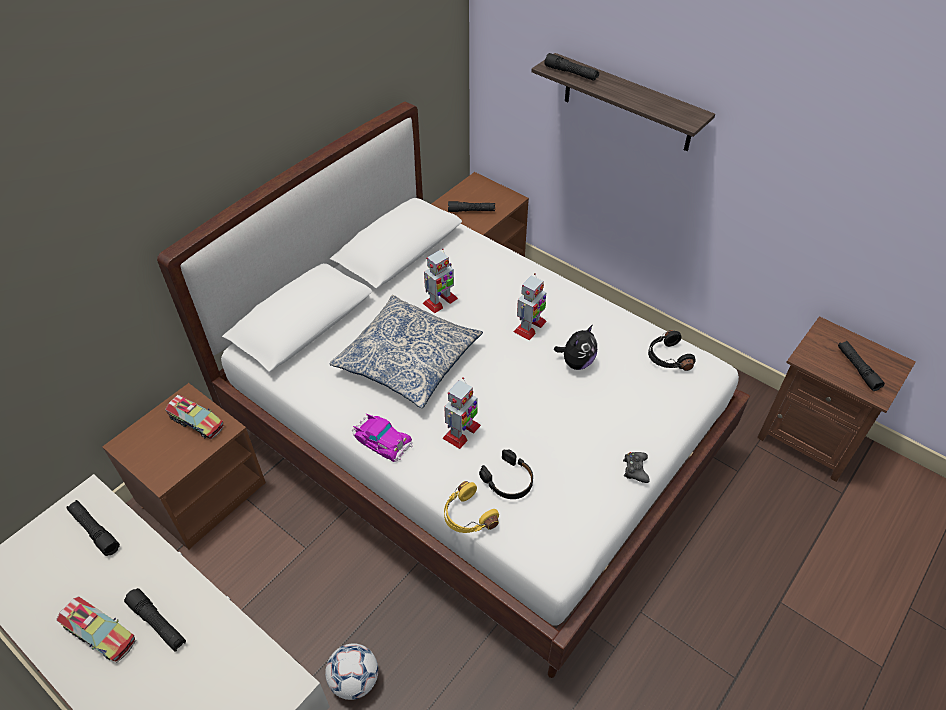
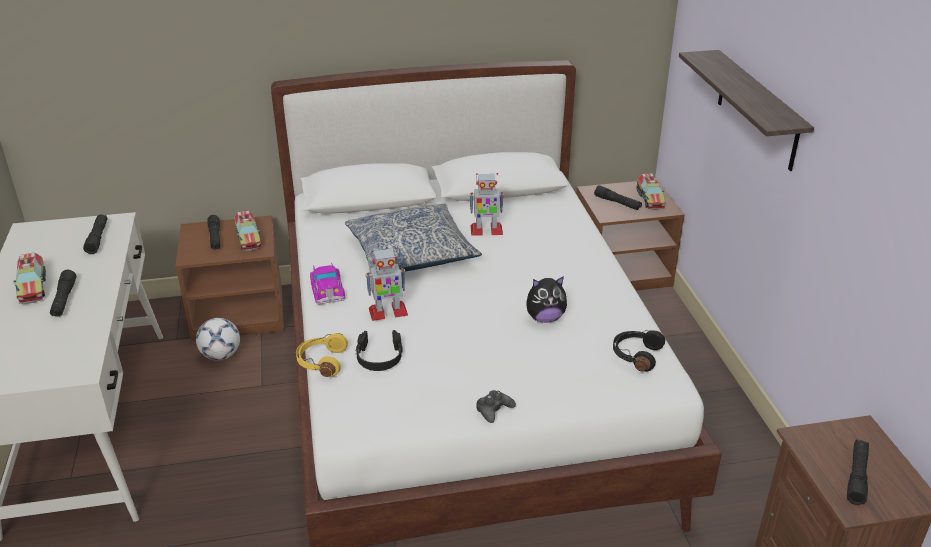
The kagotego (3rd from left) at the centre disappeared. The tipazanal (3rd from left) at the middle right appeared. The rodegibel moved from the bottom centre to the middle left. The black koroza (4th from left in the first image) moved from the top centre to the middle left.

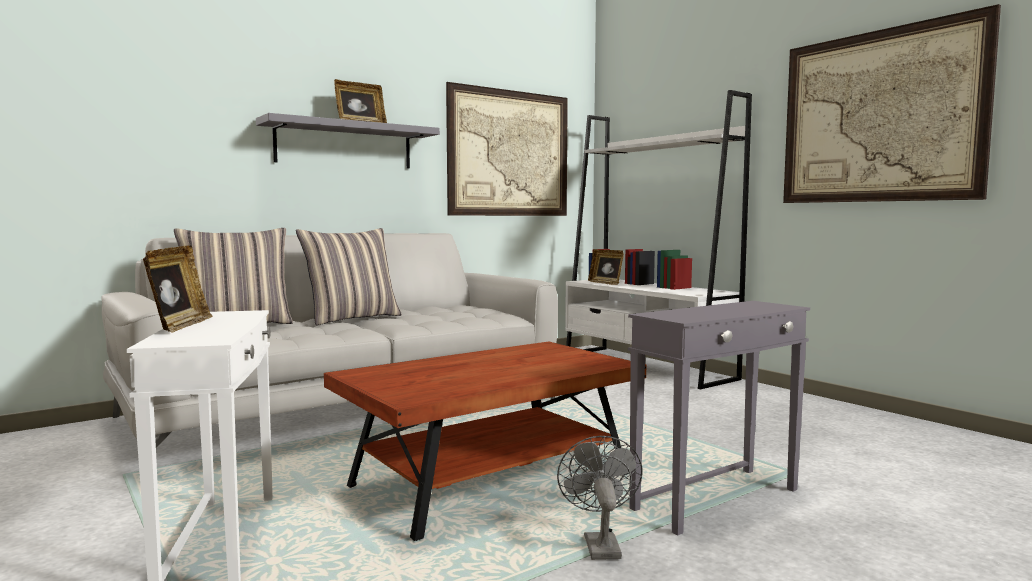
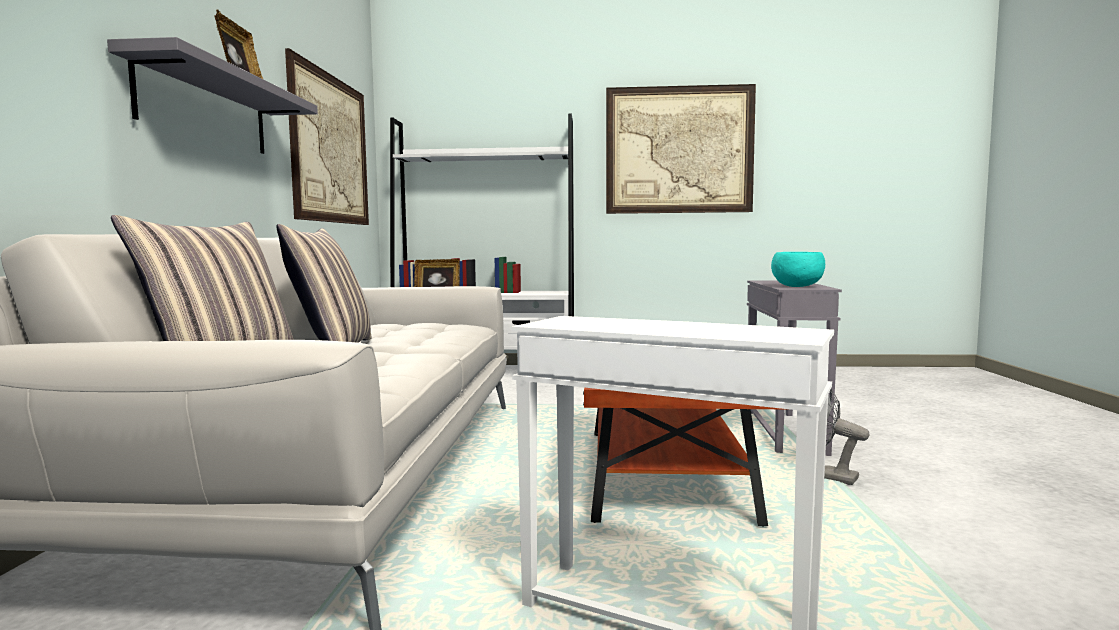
The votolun (1st from left) at the middle left disappeared. The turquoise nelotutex at the middle right appeared.

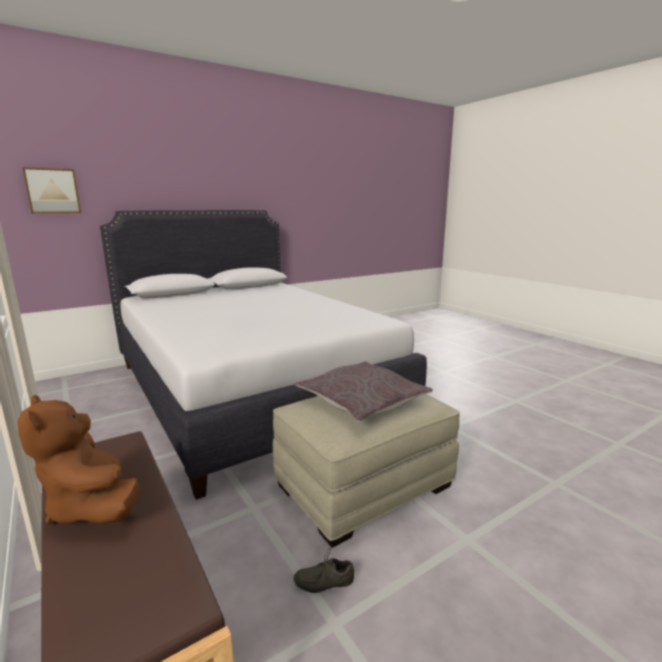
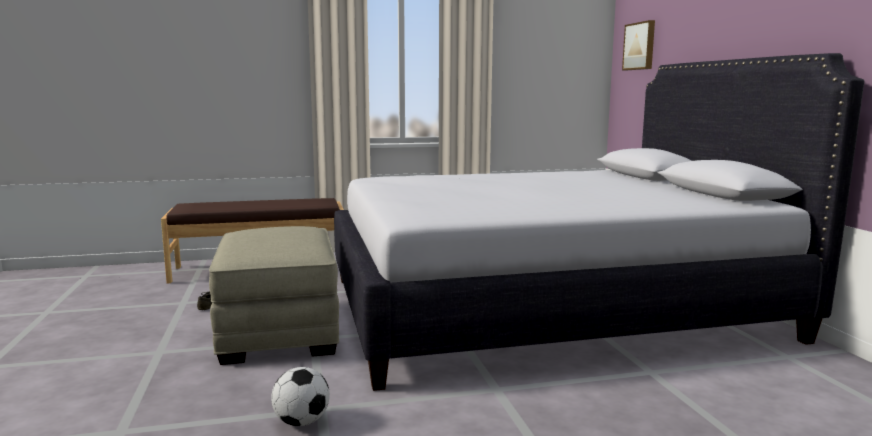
The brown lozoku at the bottom left disappeared. The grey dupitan at the centre disappeared. The rodegibel at the bottom centre appeared.

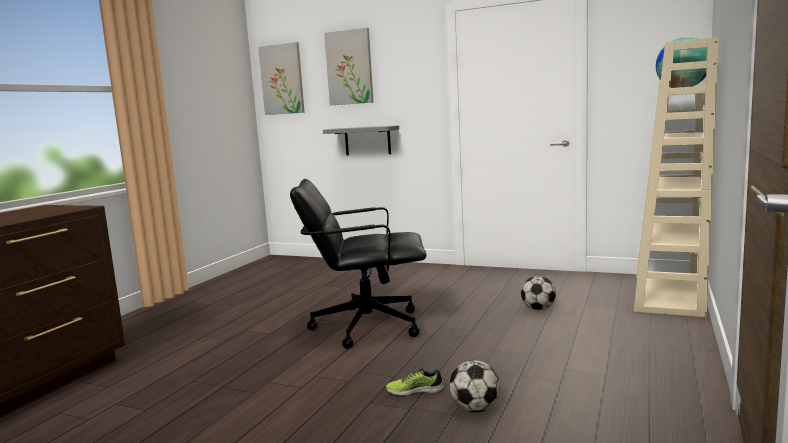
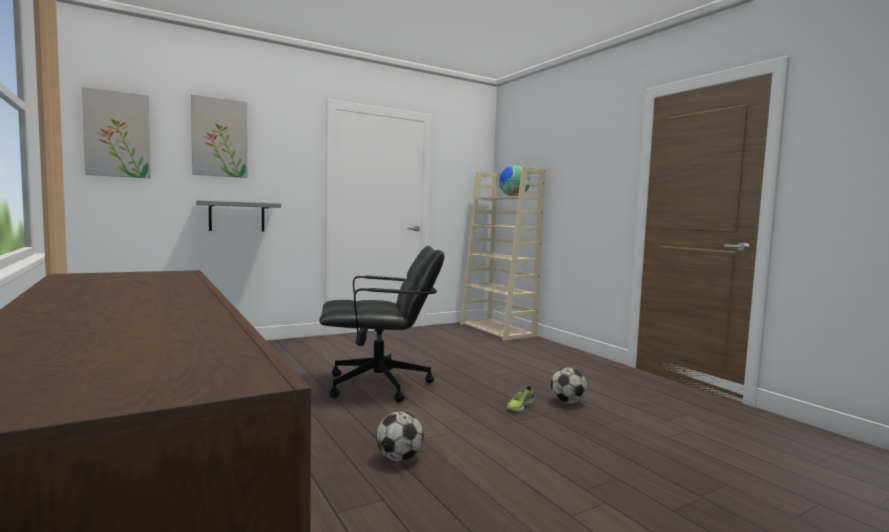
The rodegibel (2nd from left in the first image) moved from the middle right to the bottom centre. The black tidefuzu at the centre turned 135 degrees counterclockwise.

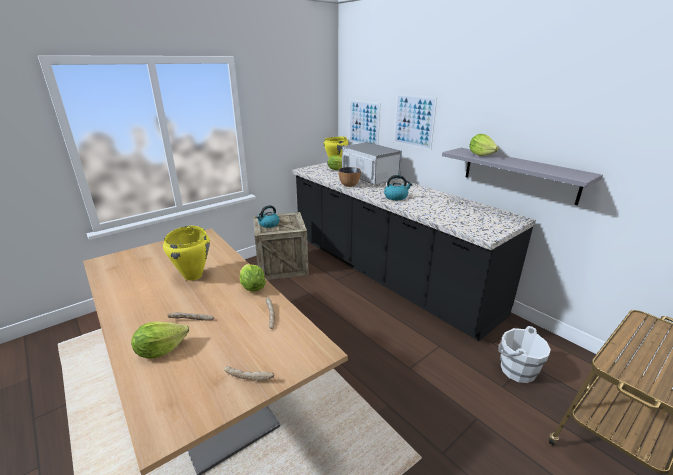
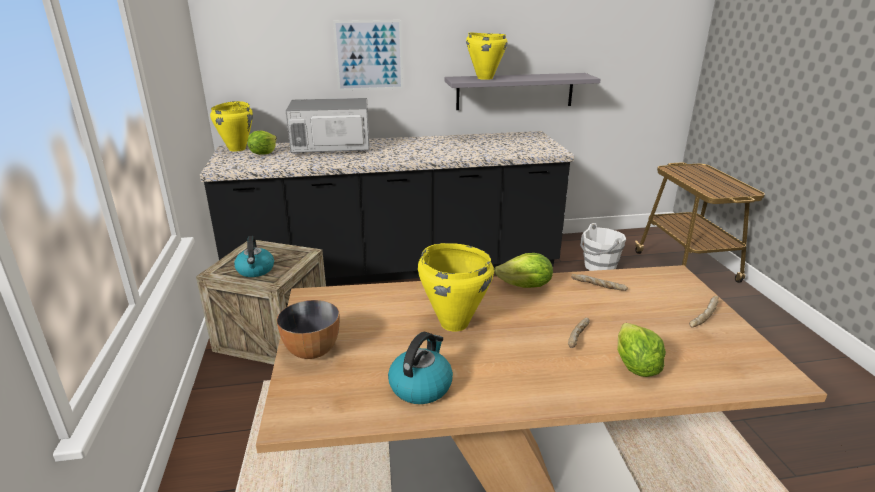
The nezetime (1st from left) at the top centre disappeared. The nelotutex moved from the centre to the bottom centre. The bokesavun (2nd from left) moved from the centre to the bottom centre. The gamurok (4th from left) at the top right was replaced by the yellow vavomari (3rd from left) at the top centre.

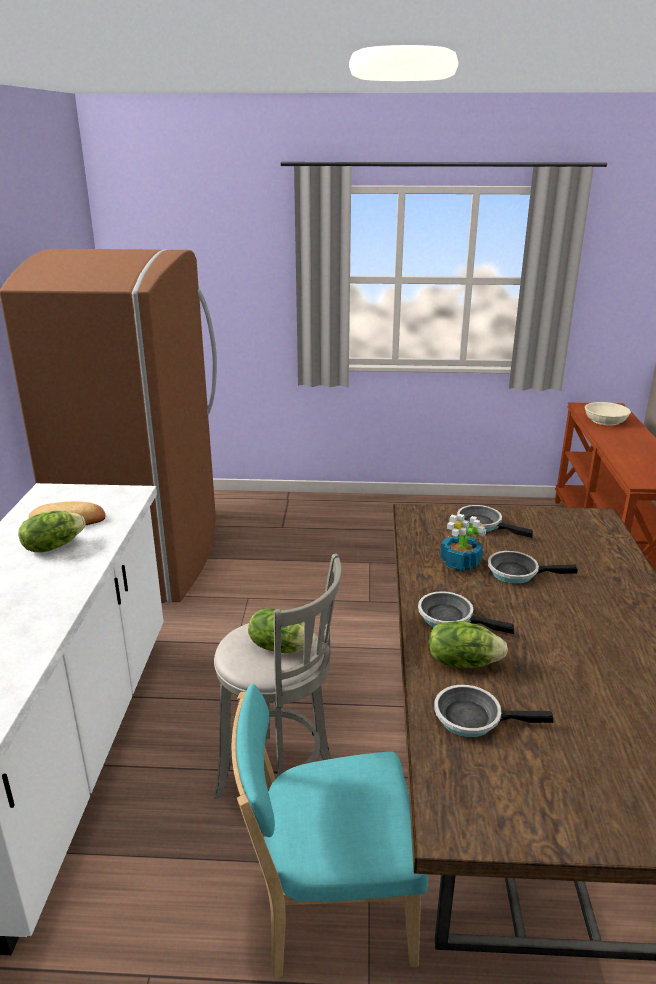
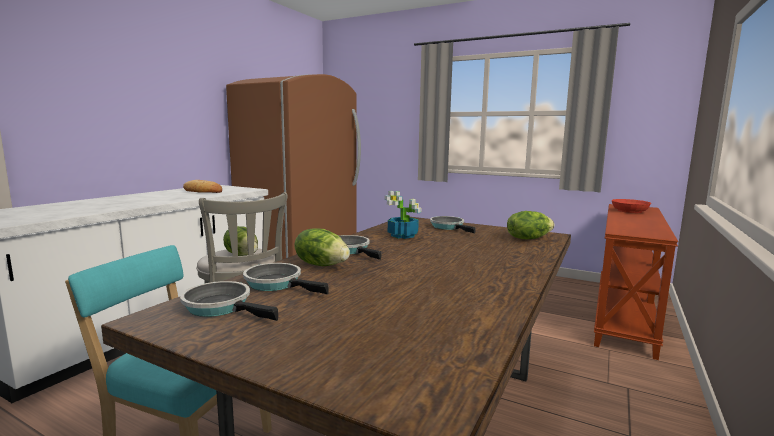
The gamurok (1st from left in the first image) moved from the middle left to the middle right. The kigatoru (4th from left in the first image) moved from the middle right to the bottom left. The beige nelotutex at the middle right became the red nelotutex at the middle right.

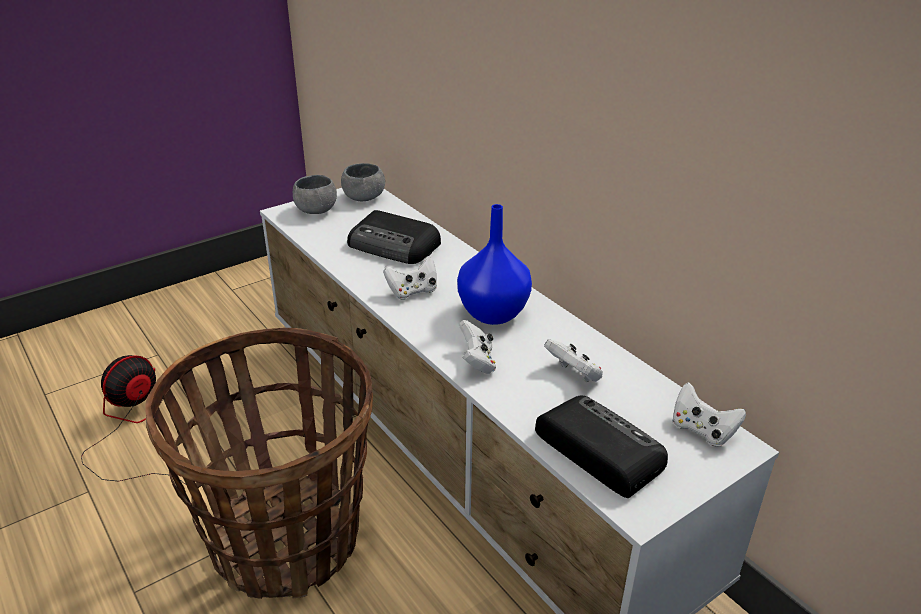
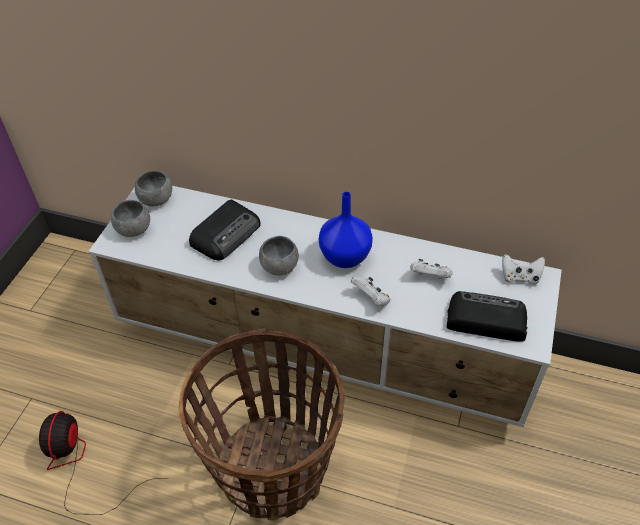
The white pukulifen (1st from left) at the centre was replaced by the grey nelotutex (3rd from left) at the centre. The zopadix (1st from left) at the centre turned 45 degrees counterclockwise.

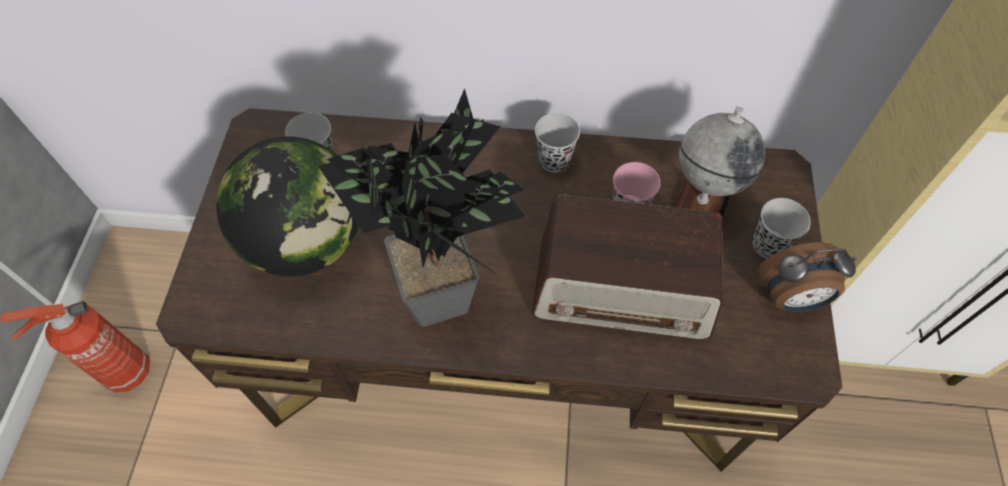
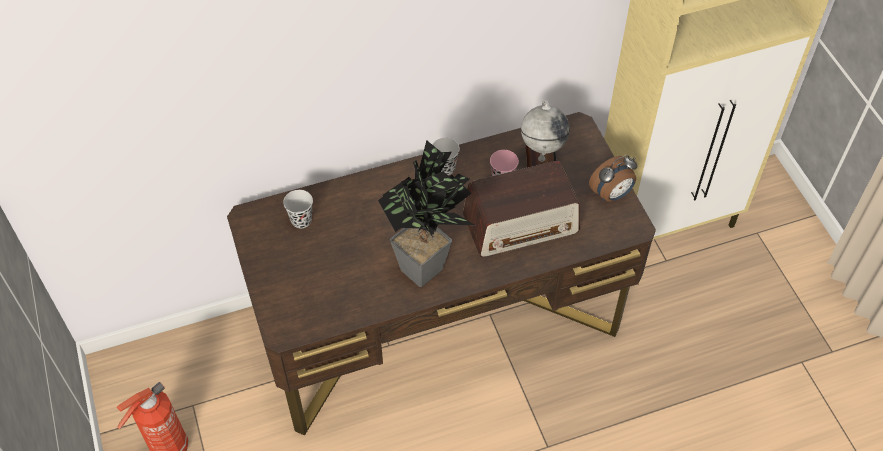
The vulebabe (1st from left) at the middle left disappeared. The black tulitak (3rd from left) at the middle right disappeared.

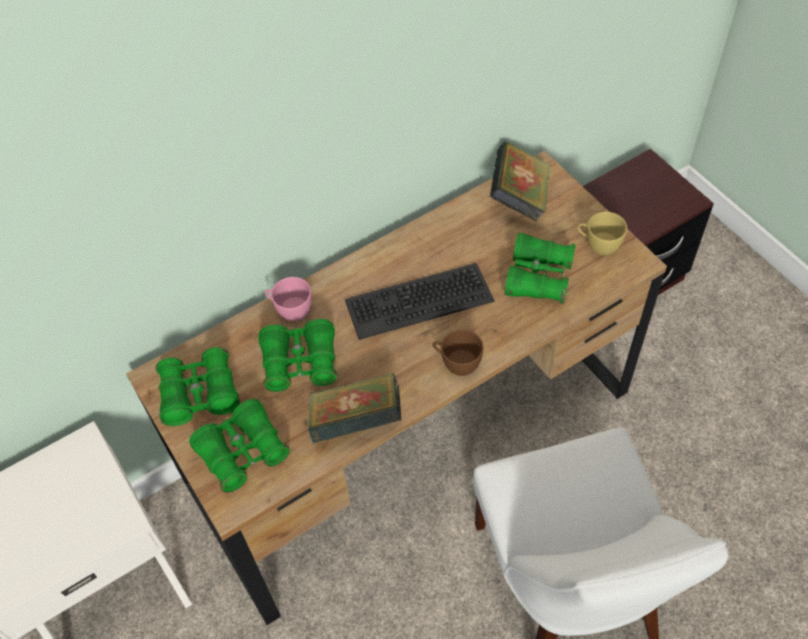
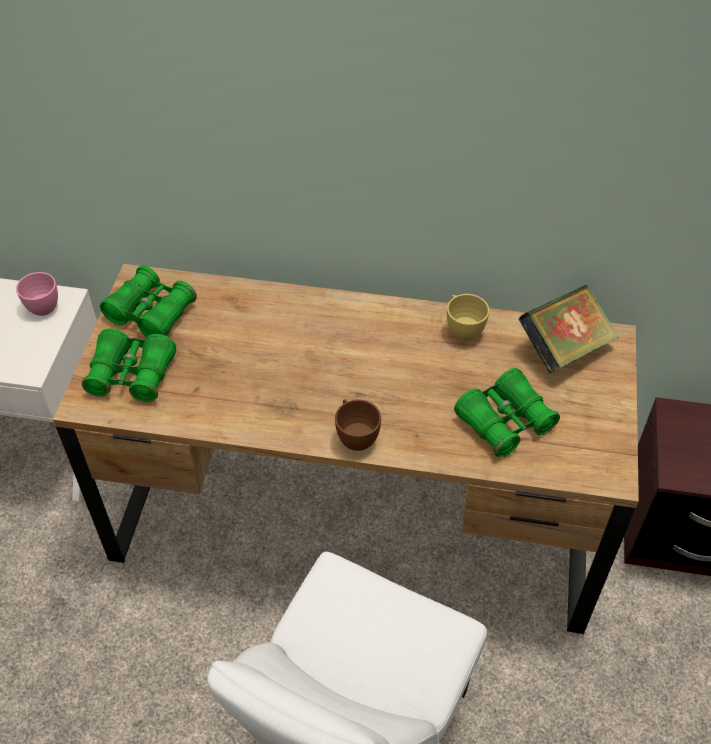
The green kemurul (3rd from left) at the centre disappeared. The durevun (1st from left) at the centre disappeared. The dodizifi at the centre disappeared. The pink tulitak moved from the centre to the middle left. The yellow tulitak moved from the middle right to the centre.

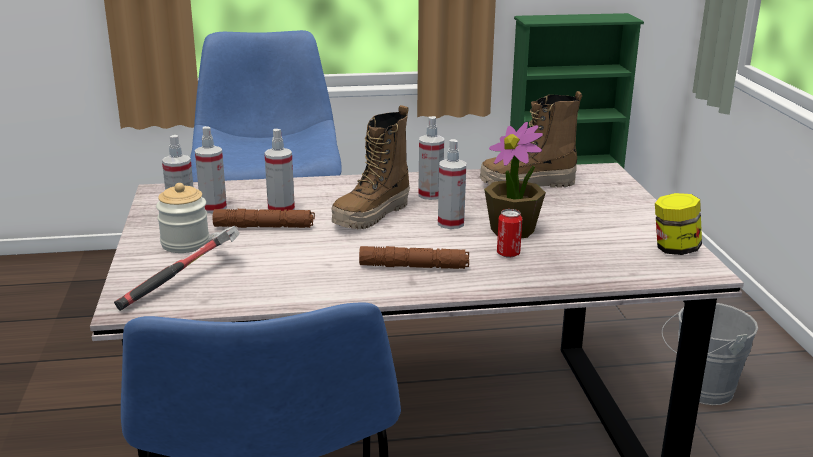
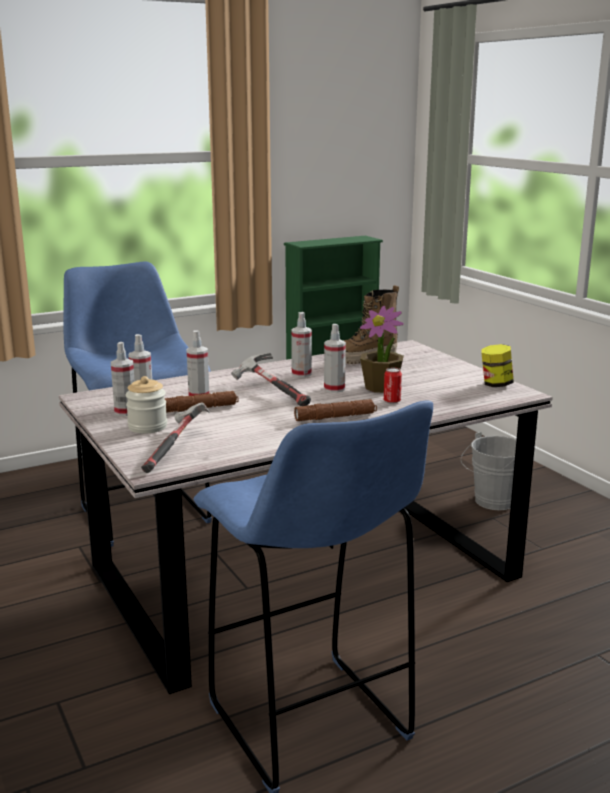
The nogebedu (1st from left) at the centre was replaced by the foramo (2nd from left) at the centre.

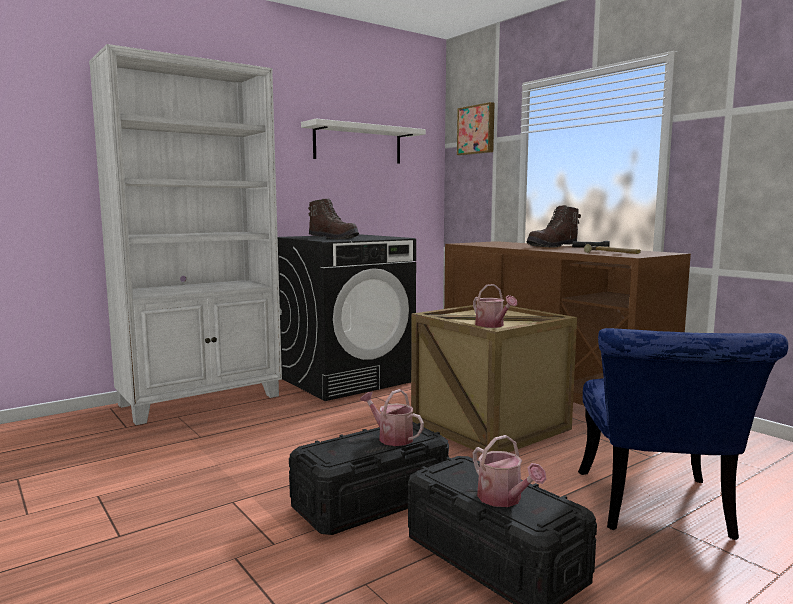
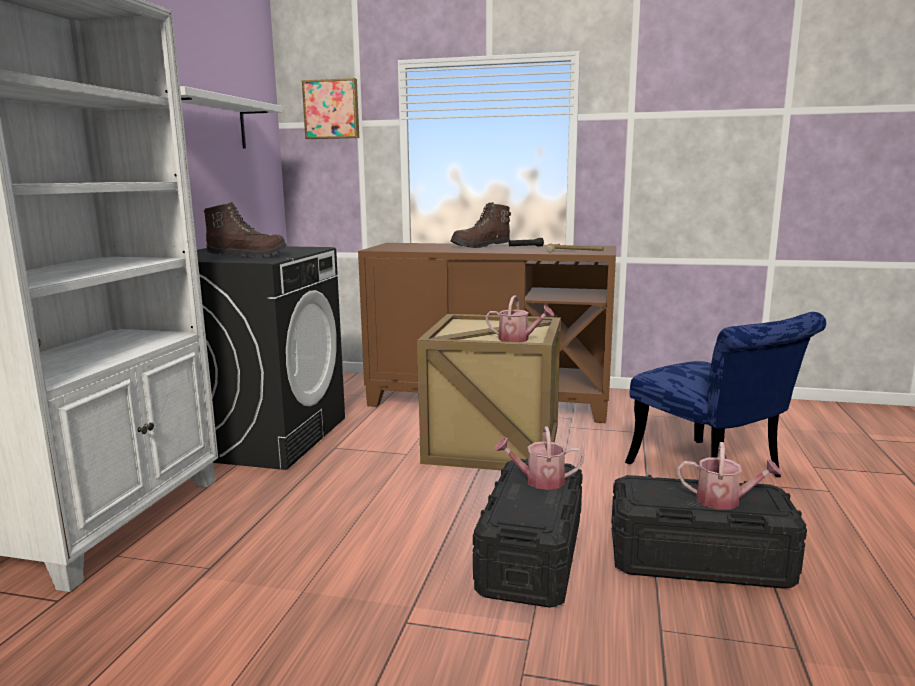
The brown nogebedu (2nd from left) at the middle right turned 45 degrees clockwise.

